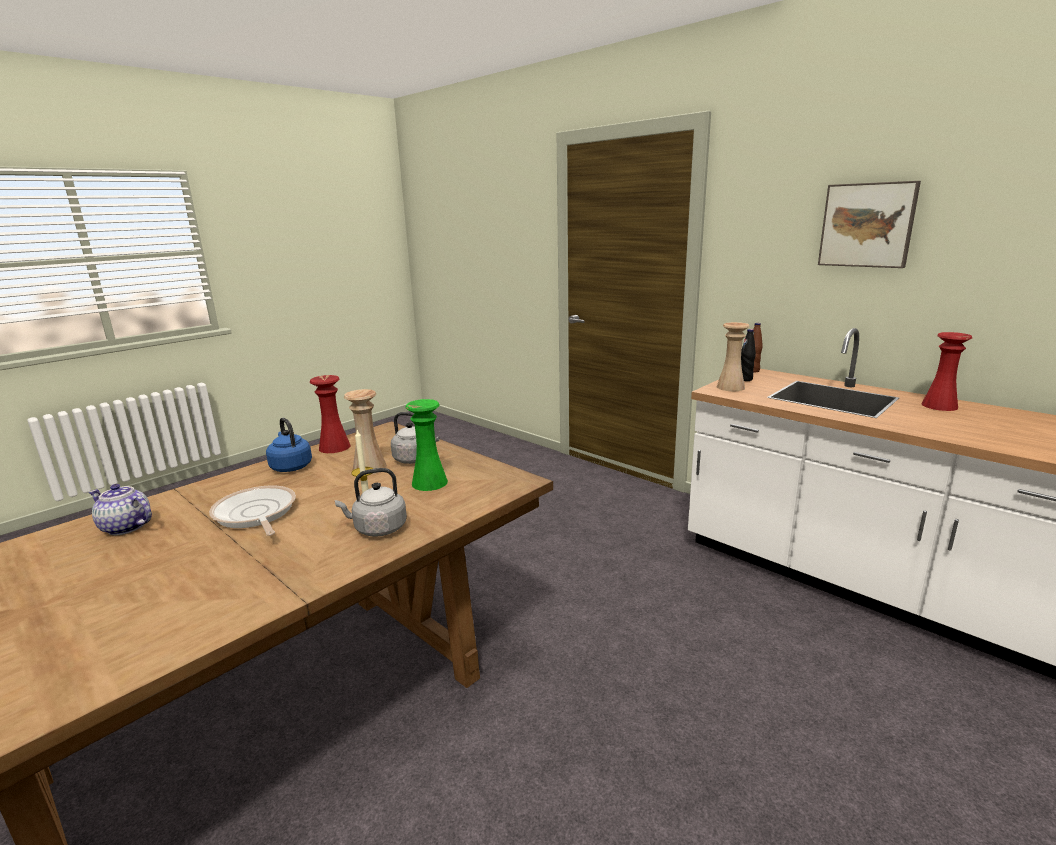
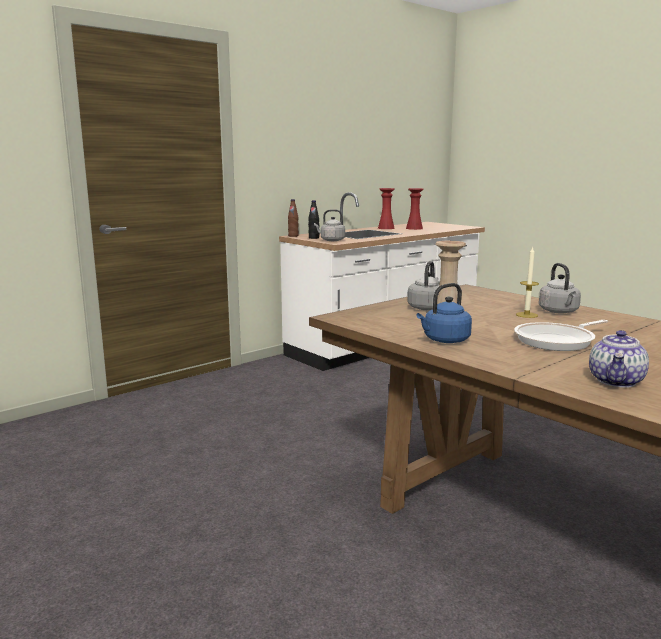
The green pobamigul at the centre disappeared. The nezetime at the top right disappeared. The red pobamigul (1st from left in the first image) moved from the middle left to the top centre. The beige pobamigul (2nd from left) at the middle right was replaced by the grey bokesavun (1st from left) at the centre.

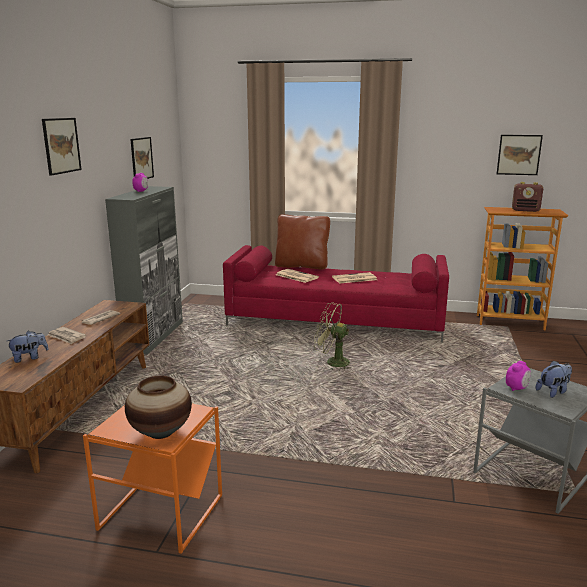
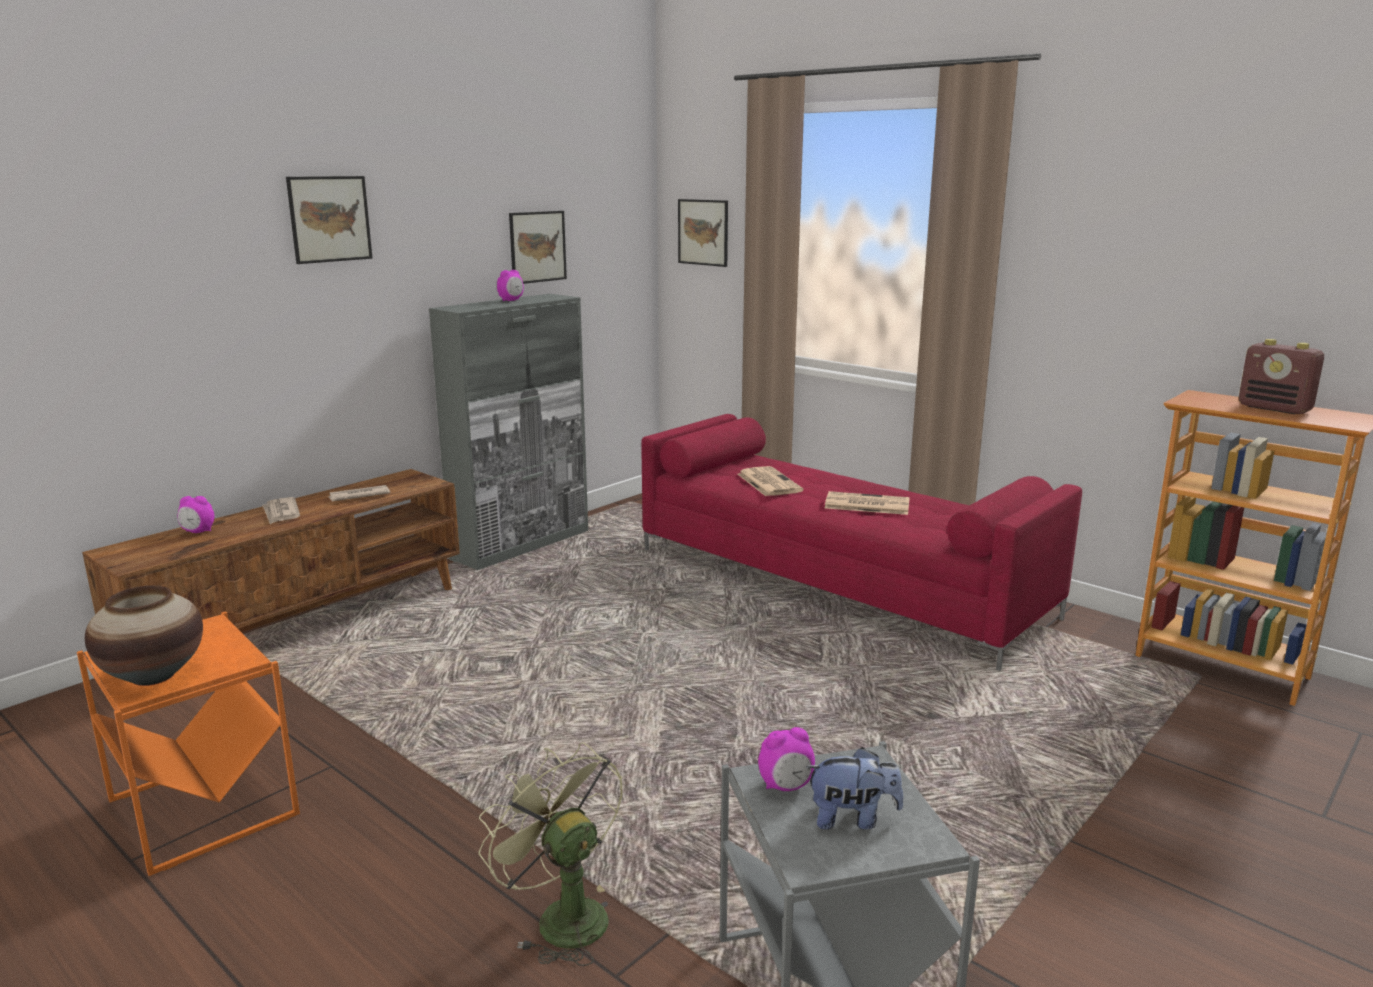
The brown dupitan at the centre disappeared. The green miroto moved from the centre to the bottom centre. The nezetime (3rd from left) moved from the top right to the top centre. The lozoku (1st from left) at the middle left was replaced by the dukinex (1st from left) at the middle left.

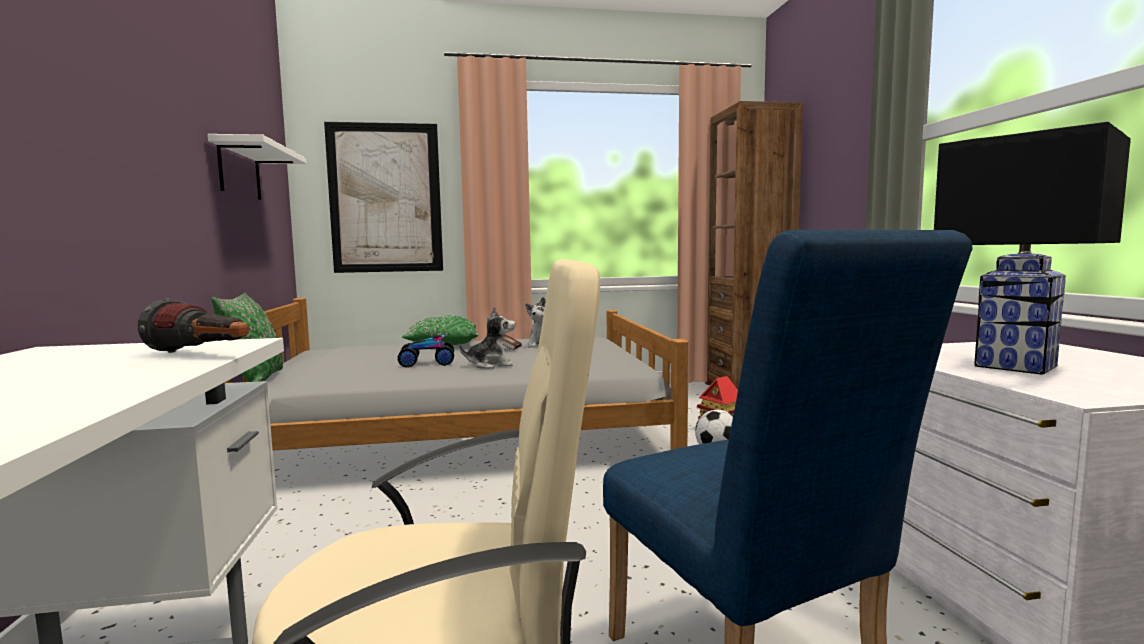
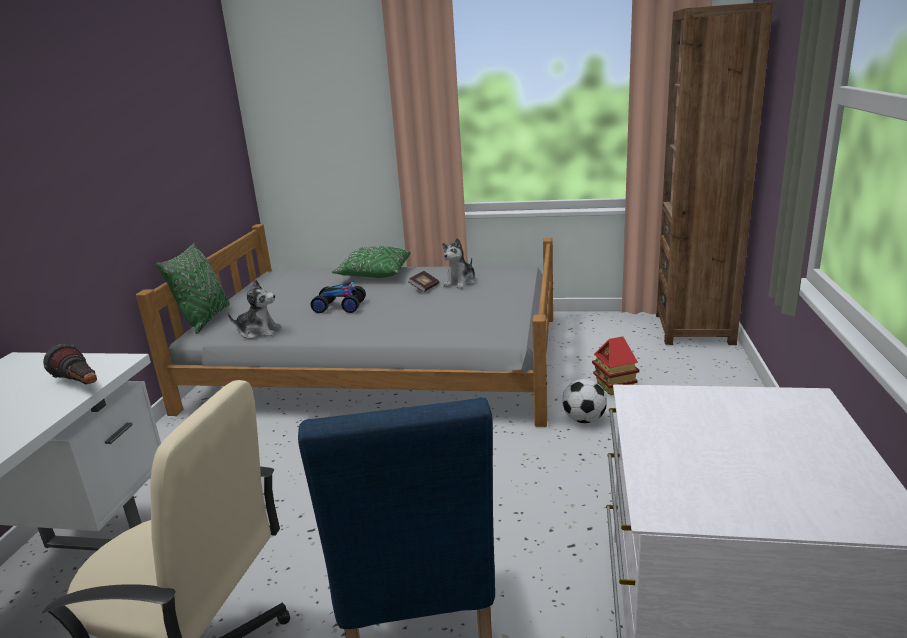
The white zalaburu at the top left disappeared. The nezetime at the top centre disappeared. The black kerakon at the middle right disappeared. The lozoku (1st from left) moved from the centre to the middle left.

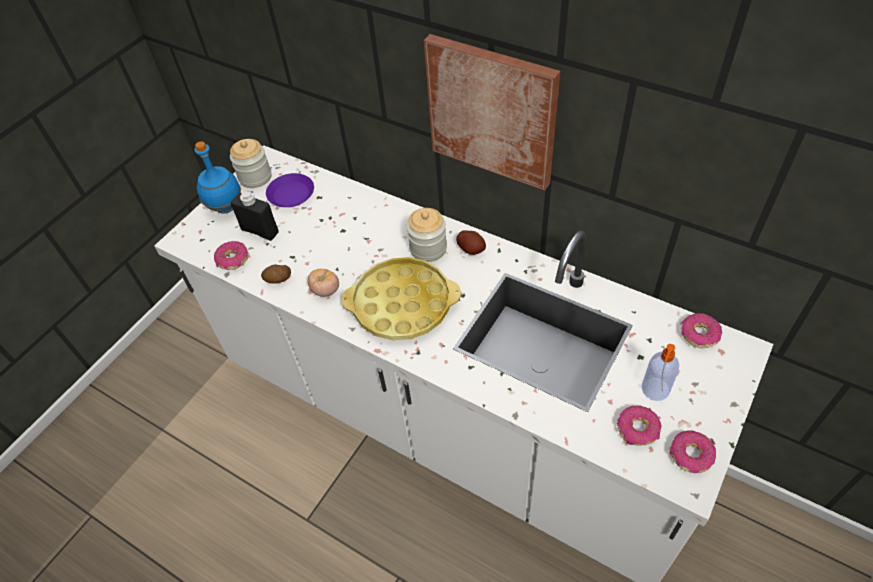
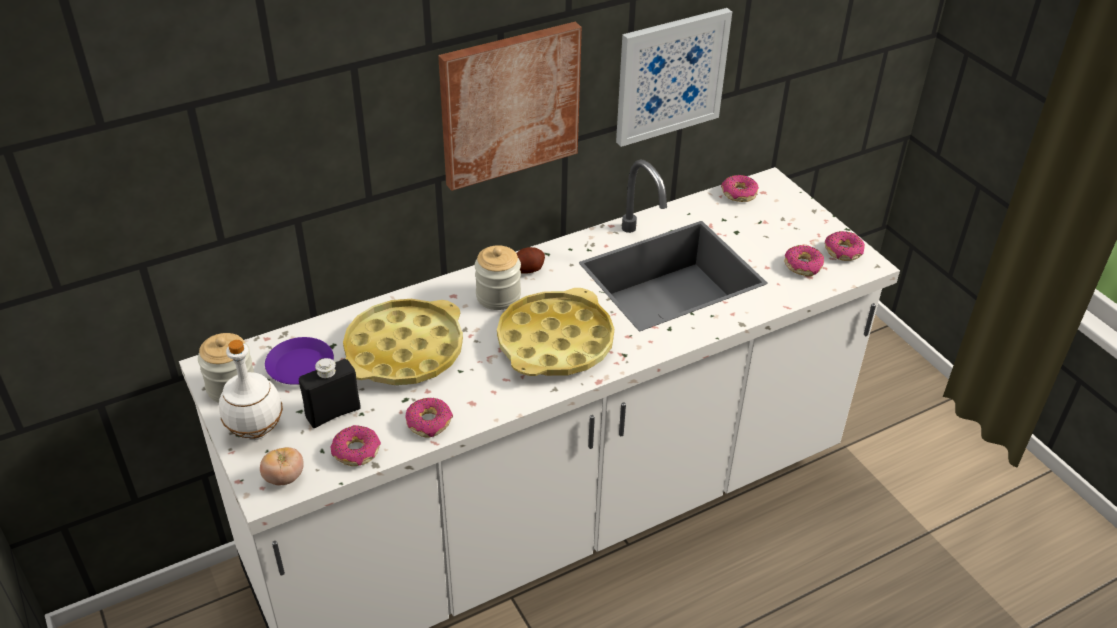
The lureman at the middle right disappeared. The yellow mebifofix (1st from left) at the centre appeared. The nezetime (2nd from left) at the top centre appeared. The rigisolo moved from the centre to the bottom left. The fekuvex (1st from left) at the middle left was replaced by the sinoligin (2nd from left) at the centre. The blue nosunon at the top left became the white nosunon at the middle left.

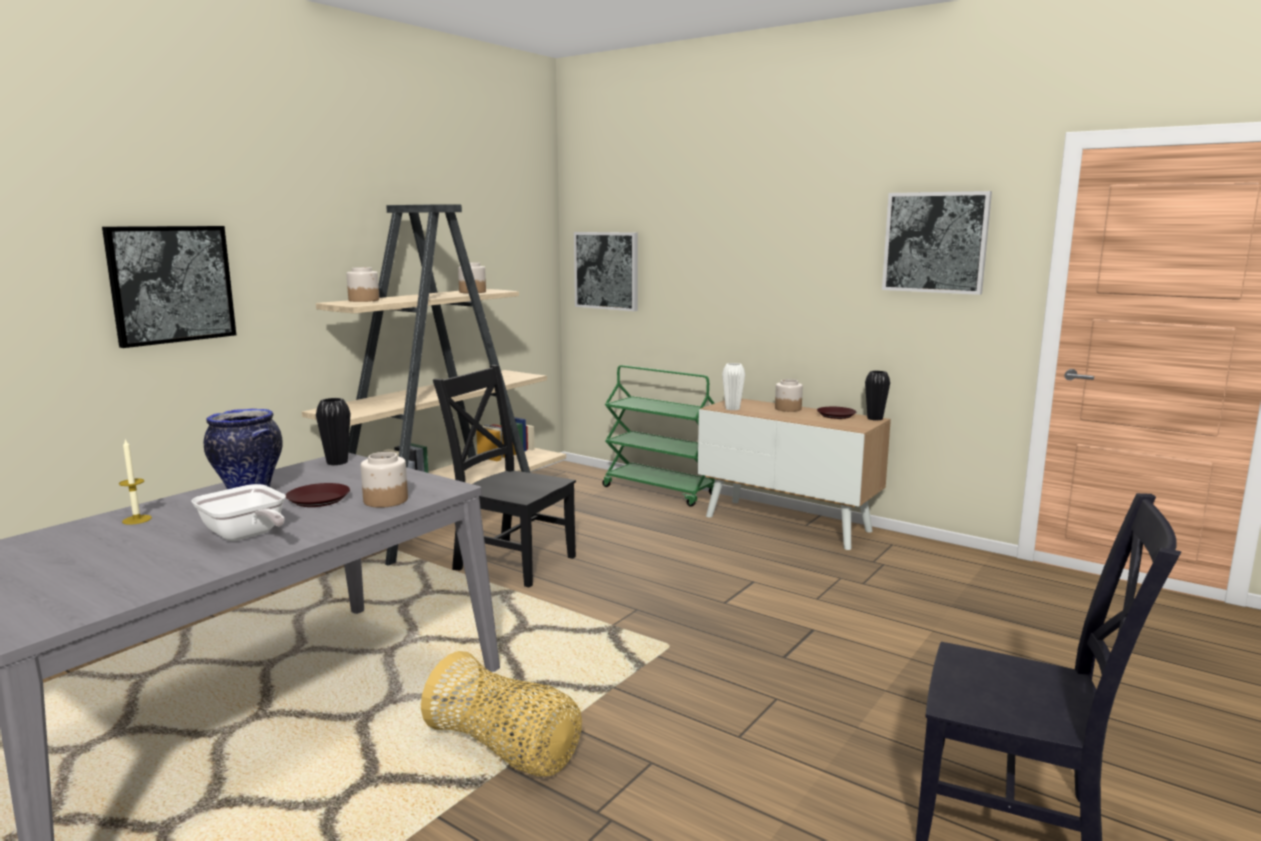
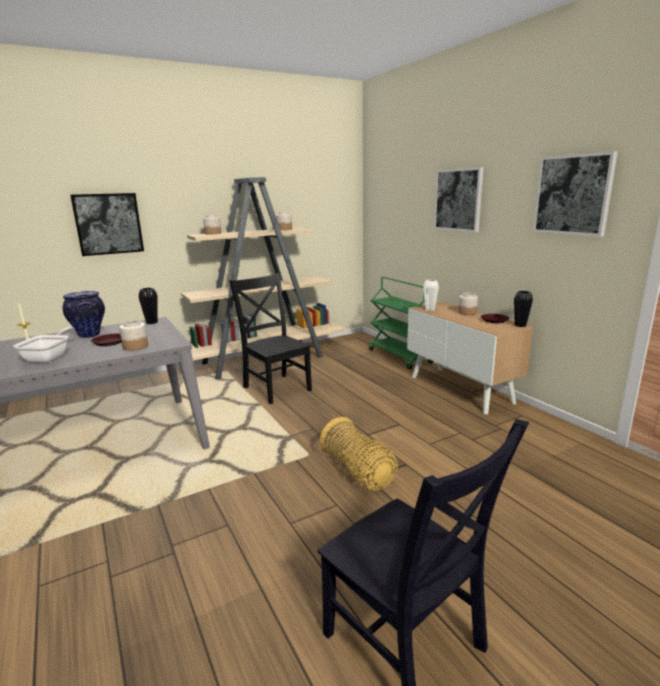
The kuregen moved from the bottom centre to the centre. The nezetime (2nd from left) moved from the top centre to the top right. The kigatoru at the middle left turned 150 degrees counterclockwise.

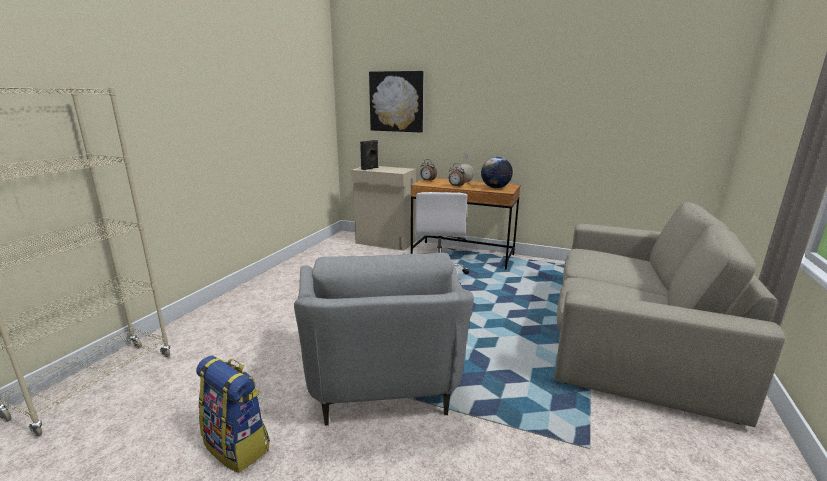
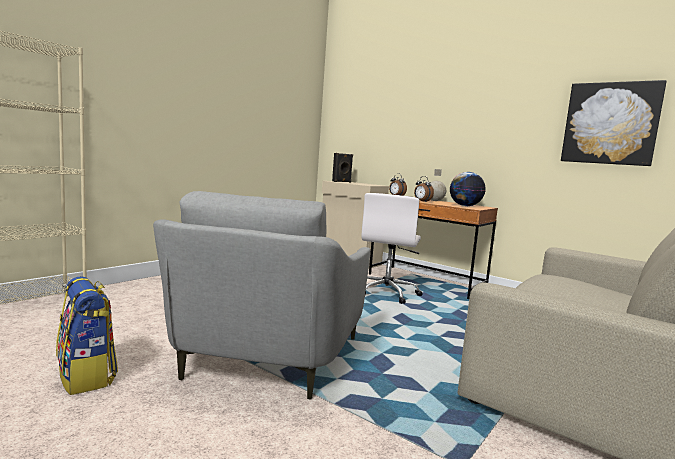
The nezetime moved from the top centre to the top right.

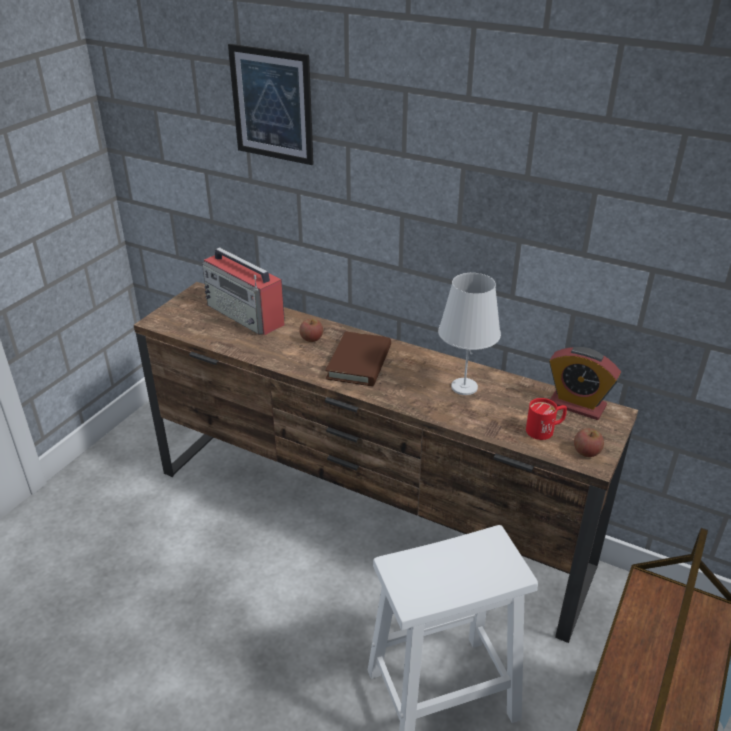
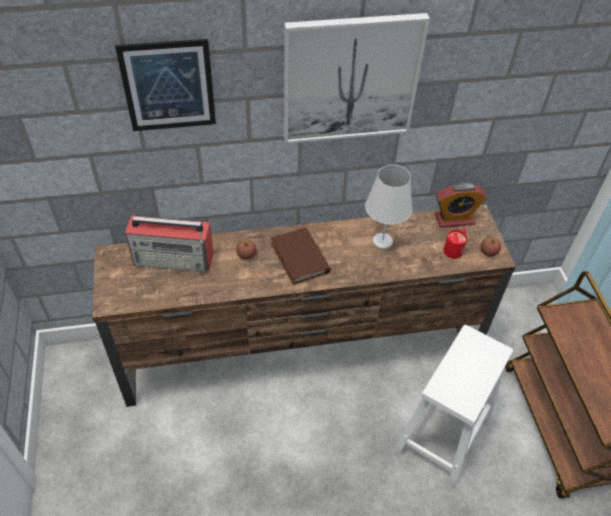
The nezetime (2nd from left) at the top centre appeared.

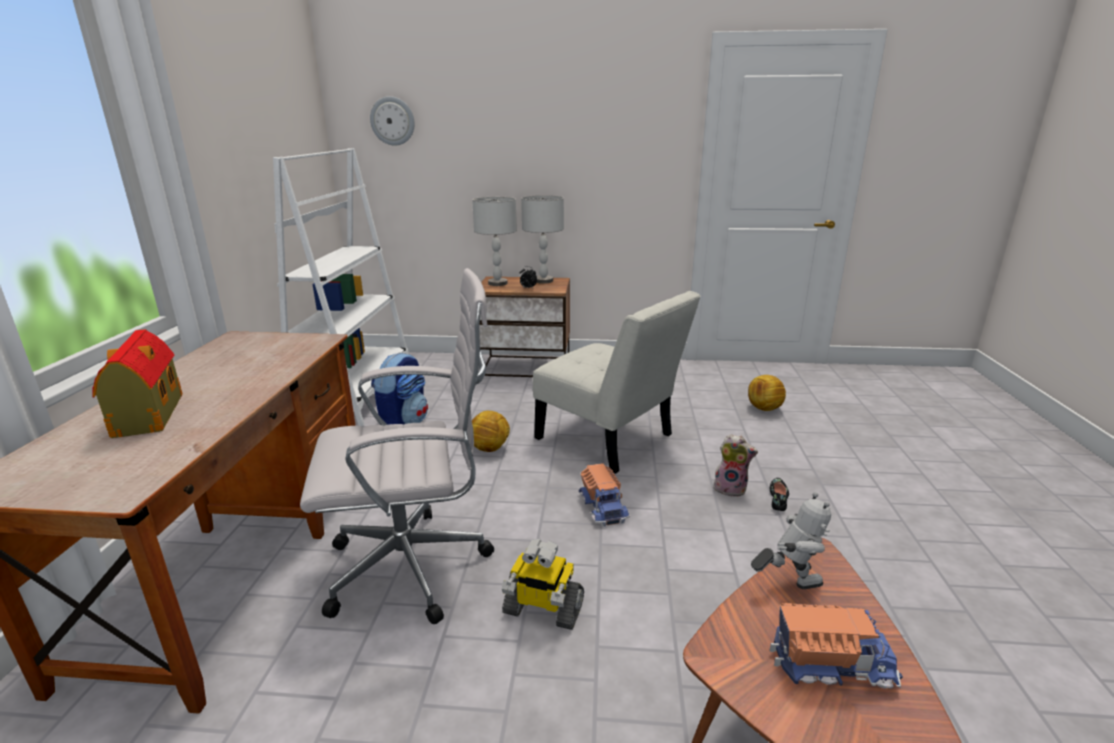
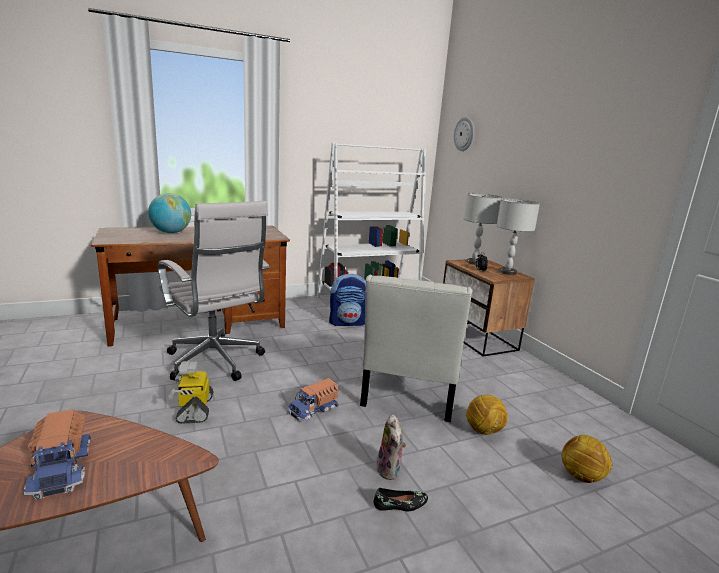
The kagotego (2nd from left) at the bottom right disappeared. The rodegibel (1st from left) moved from the centre to the bottom right. The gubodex at the middle left was replaced by the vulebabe at the middle left.

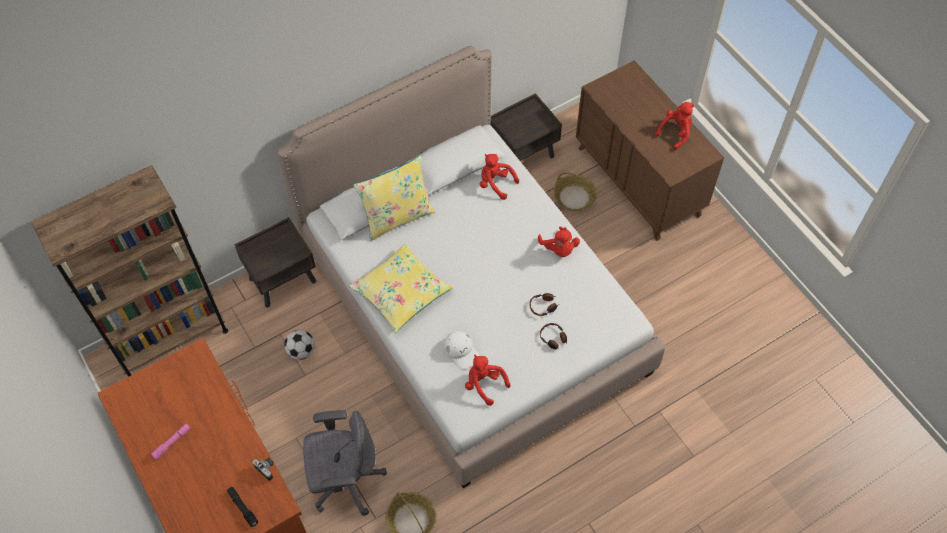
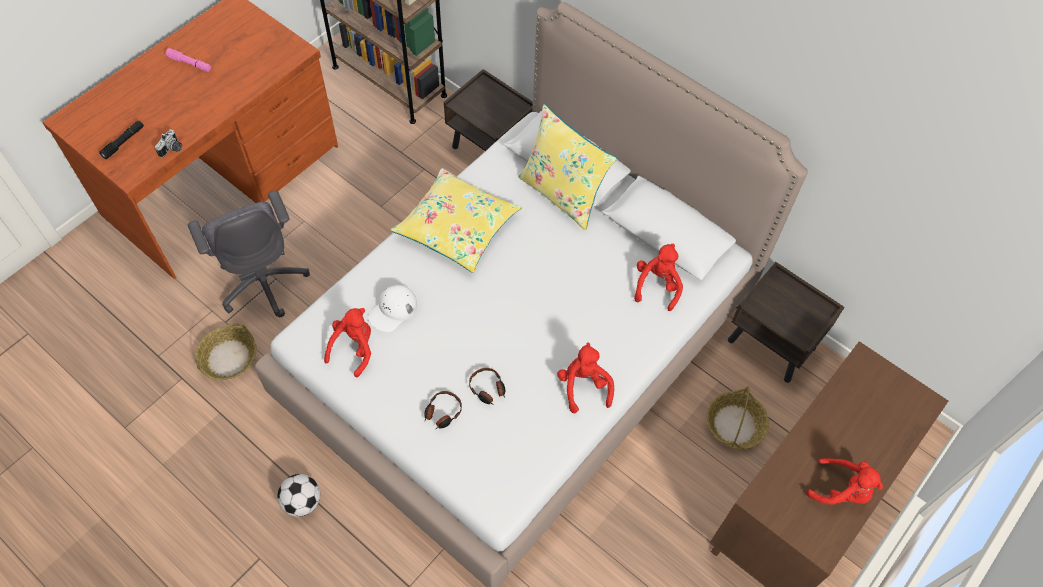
The rodegibel moved from the middle left to the bottom left. The red lozoku (3rd from left in the first image) at the centre turned 120 degrees clockwise.

